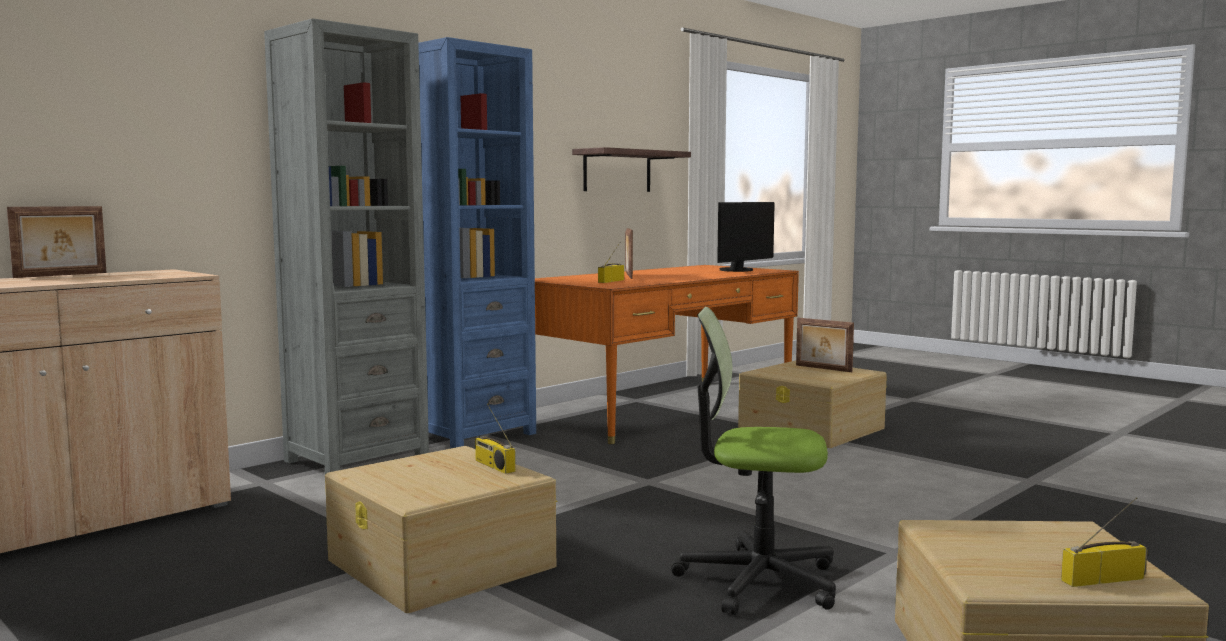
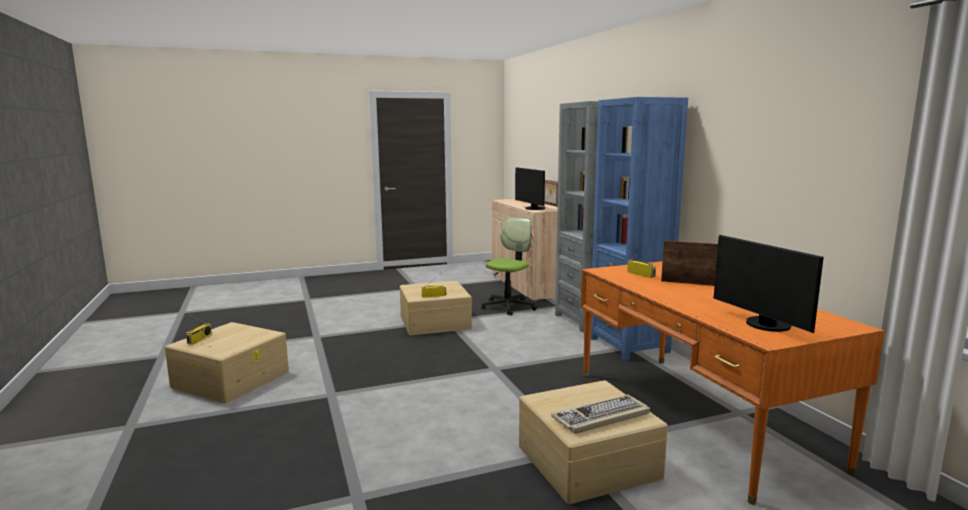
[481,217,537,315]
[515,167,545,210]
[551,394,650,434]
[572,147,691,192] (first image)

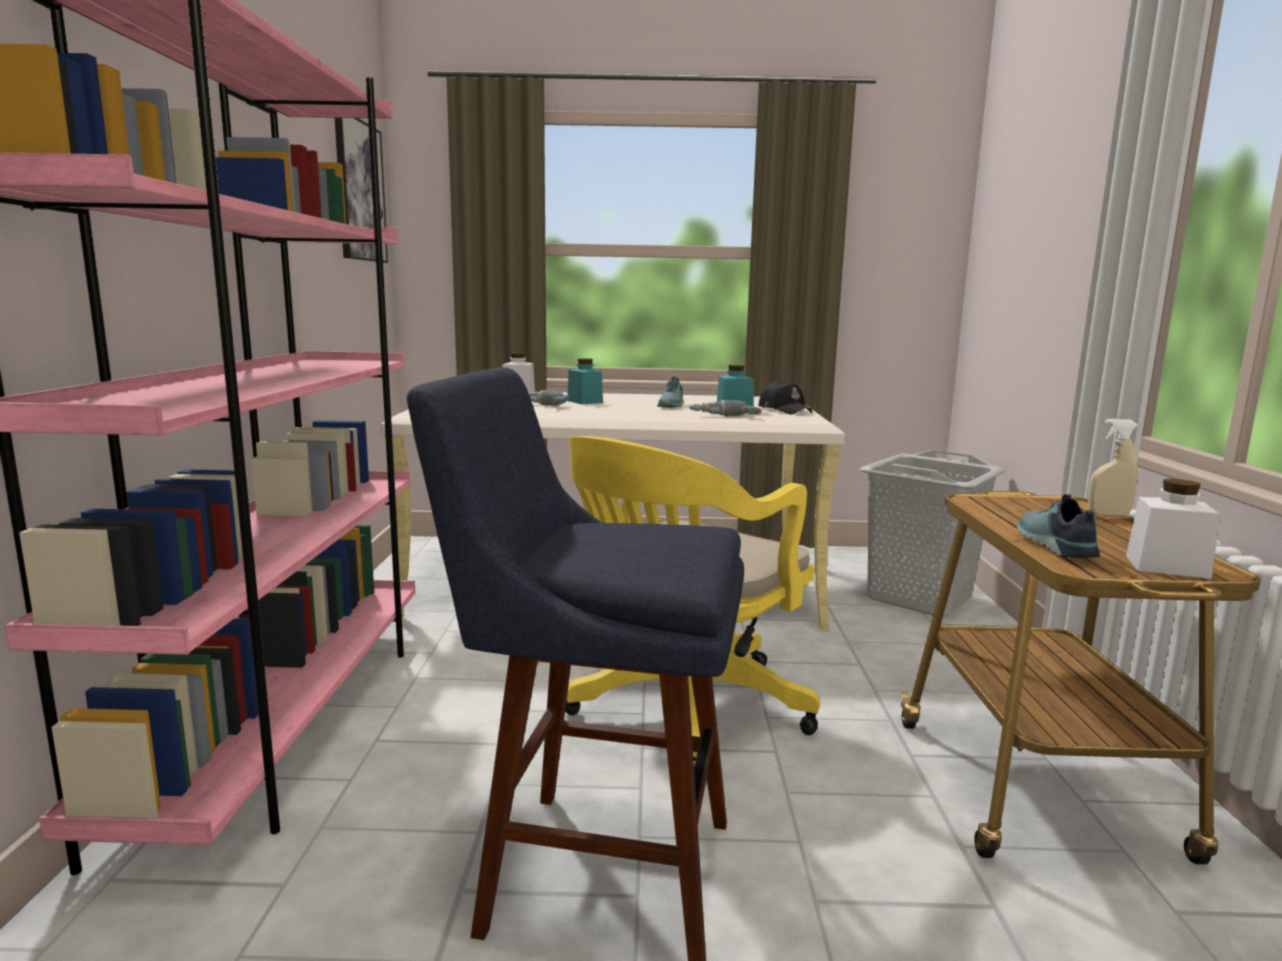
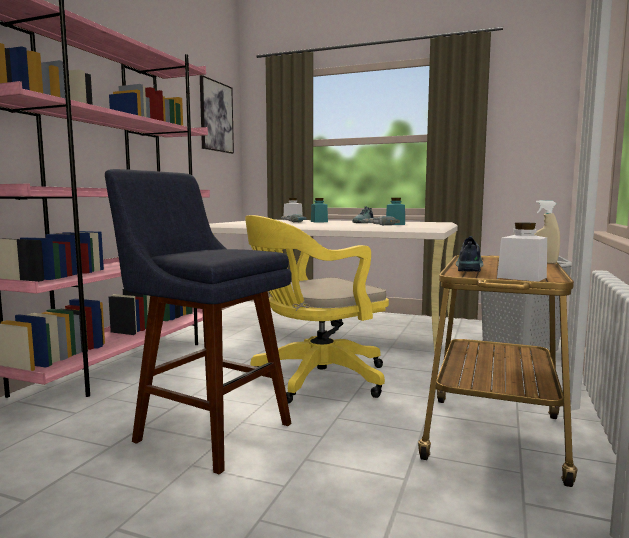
[758,380,812,415] (first image)

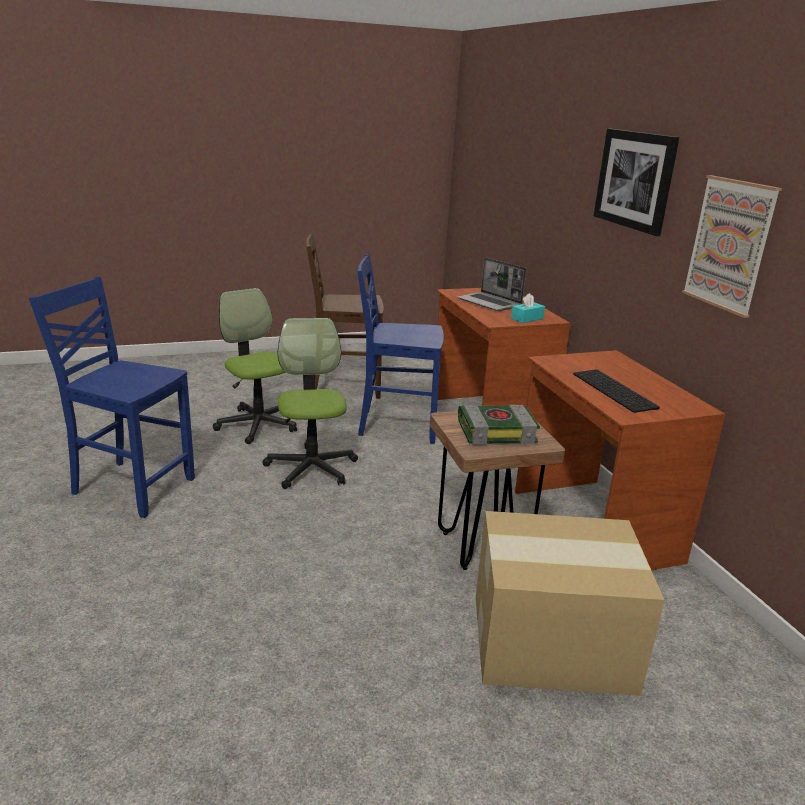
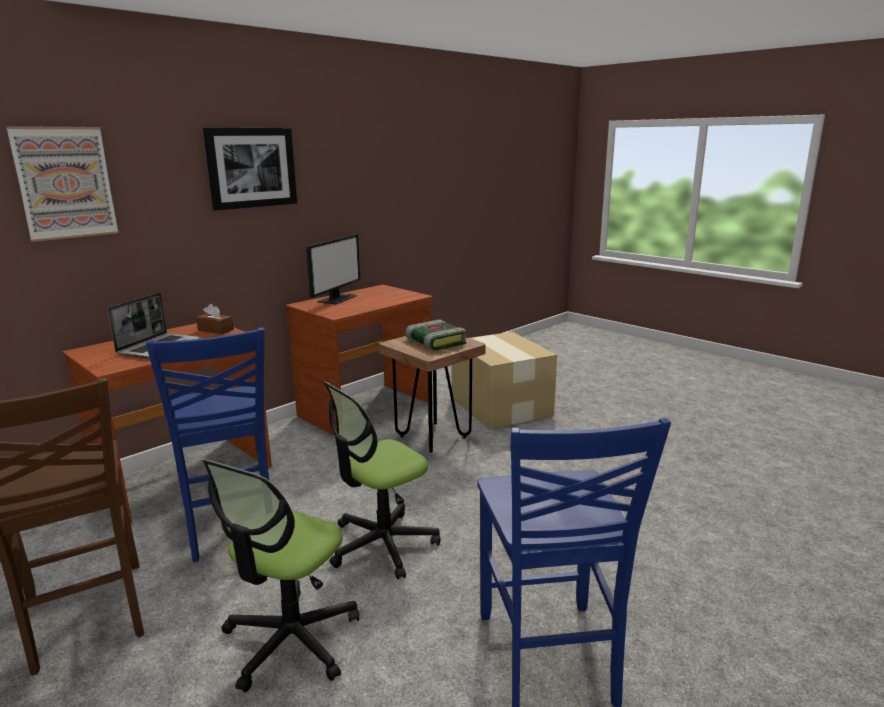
[6,126,119,242]
[196,304,234,334]
[306,234,360,304]
[573,369,660,413] (first image)

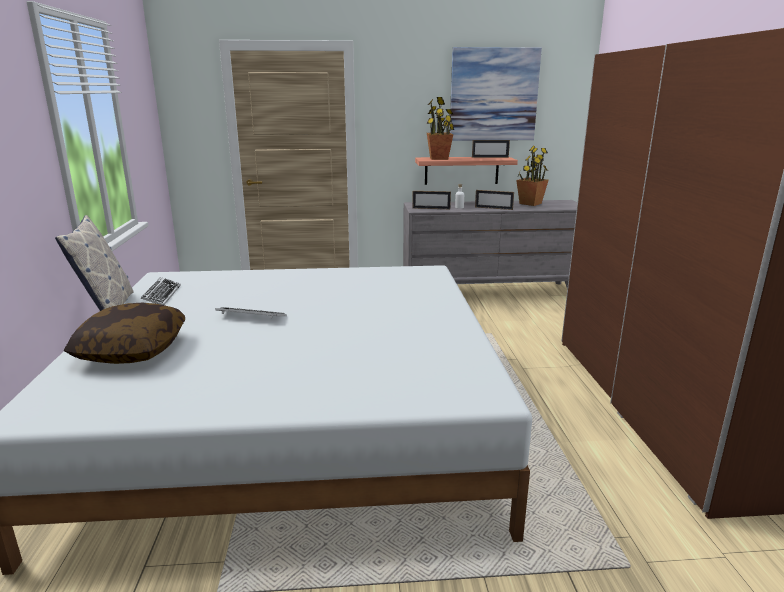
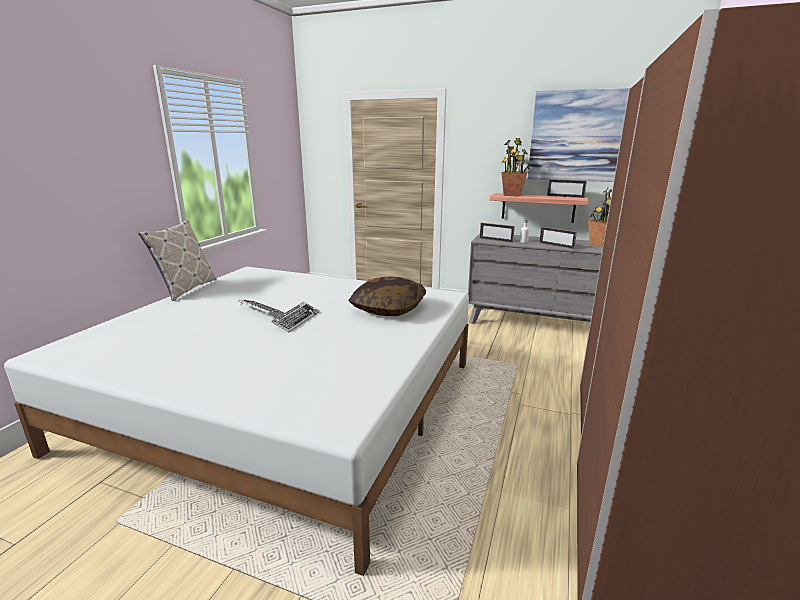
[271,302,319,332]
[348,276,426,316]

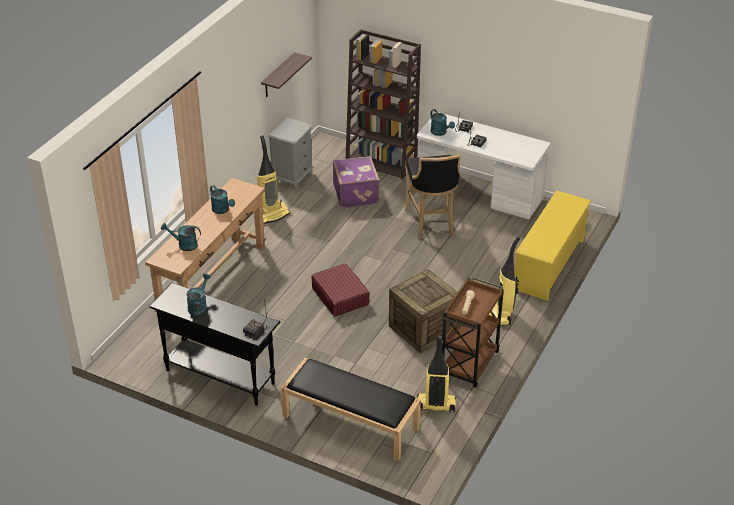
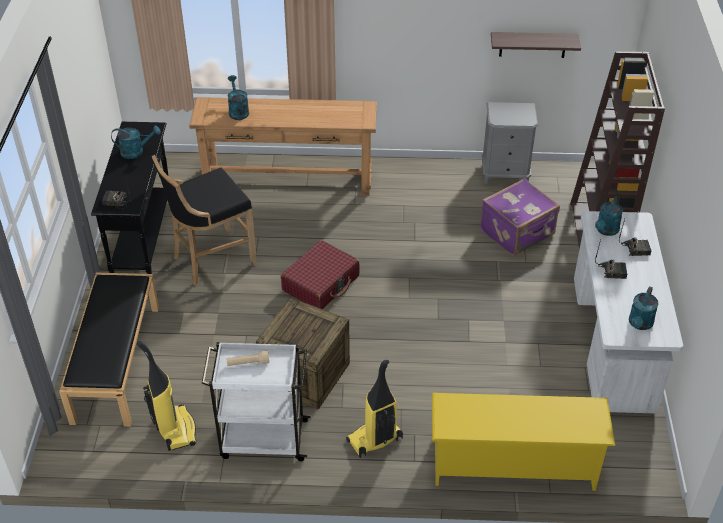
[152,155,258,285]
[202,342,311,461]
[629,286,659,330]
[257,135,291,224] (first image)

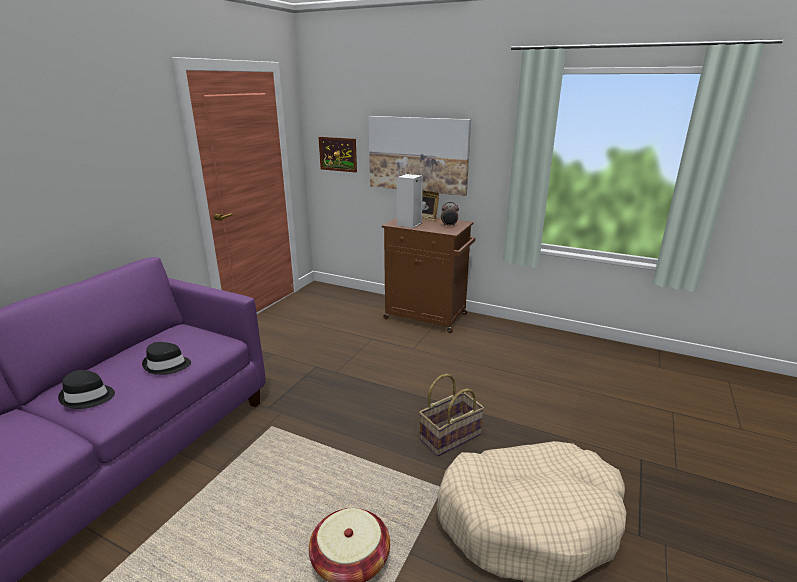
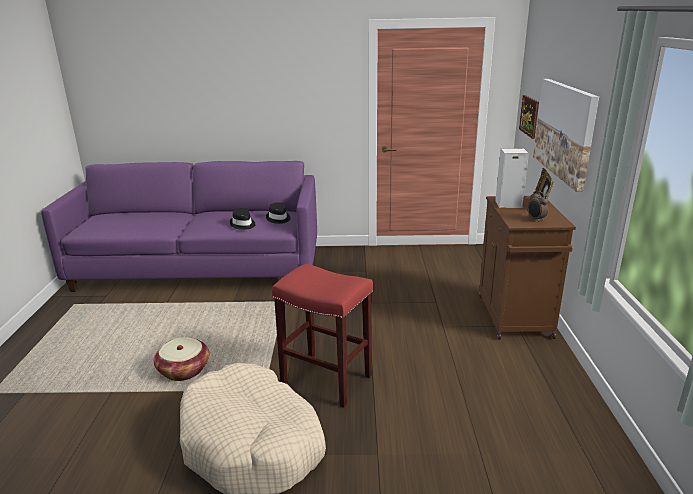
[266,202,291,224]
[272,263,373,408]

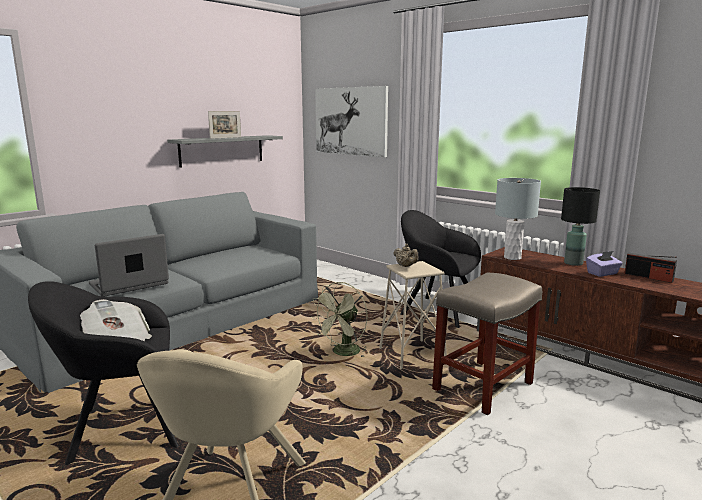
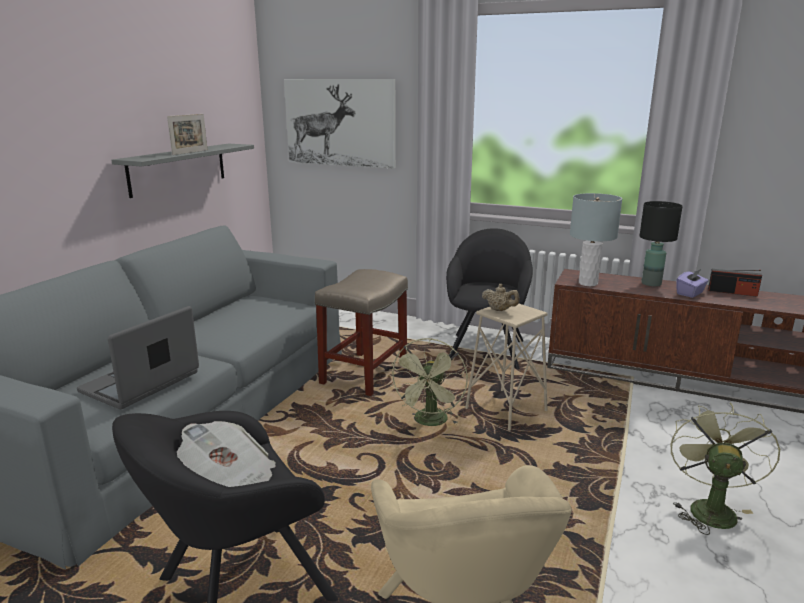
[315,269,408,396]
[446,228,533,369]
[671,403,781,535]

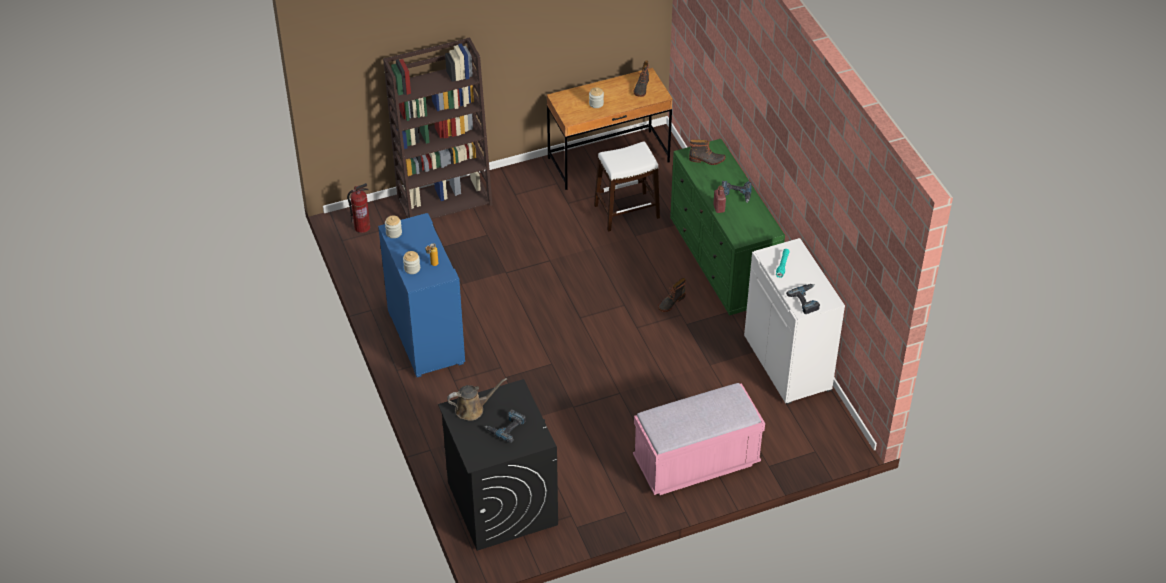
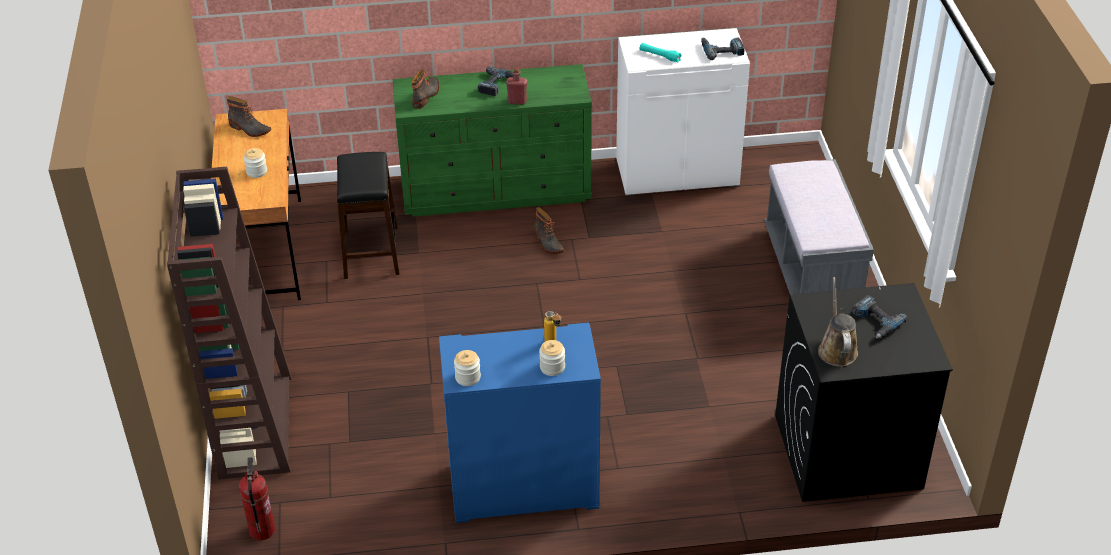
[337,152,399,279]
[764,159,874,294]

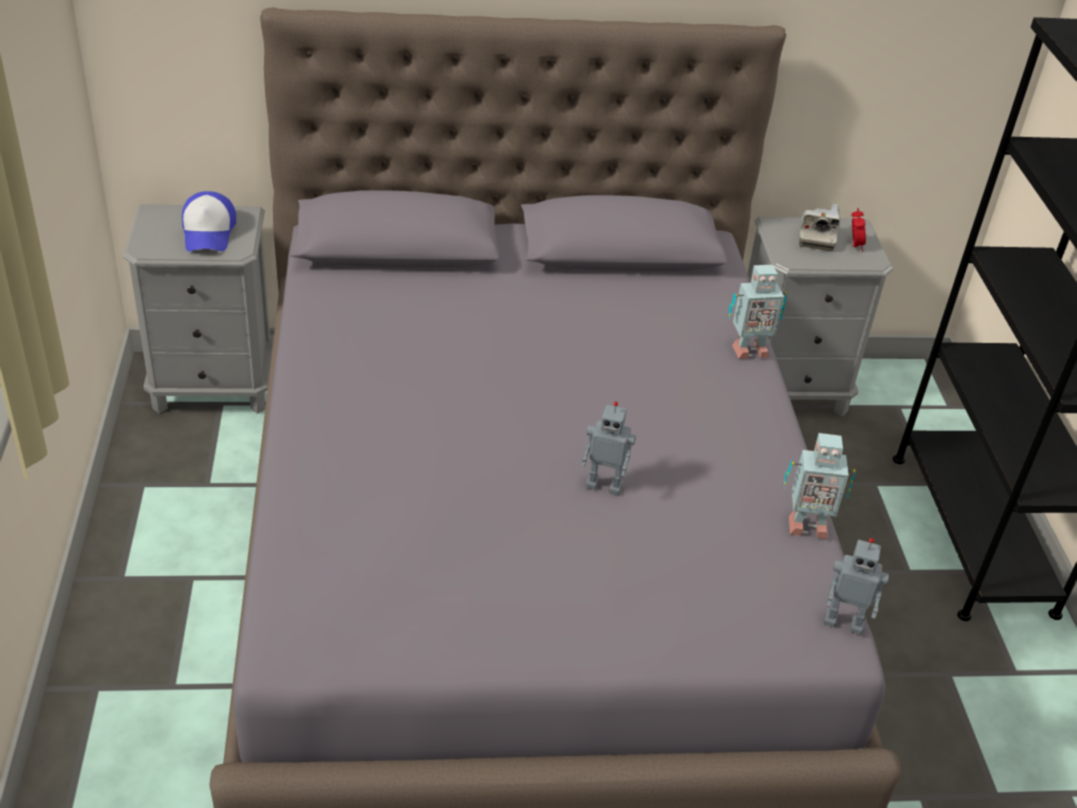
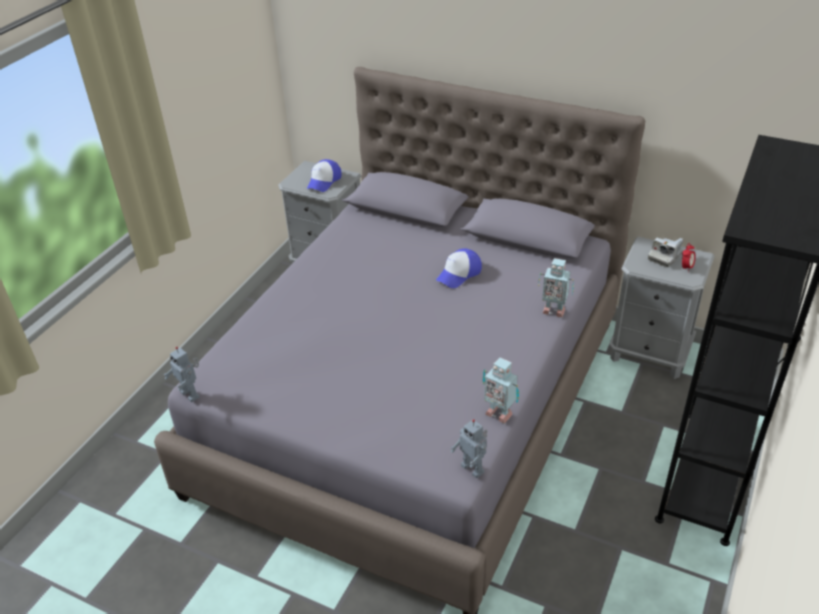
[164,347,200,402]
[436,248,482,288]

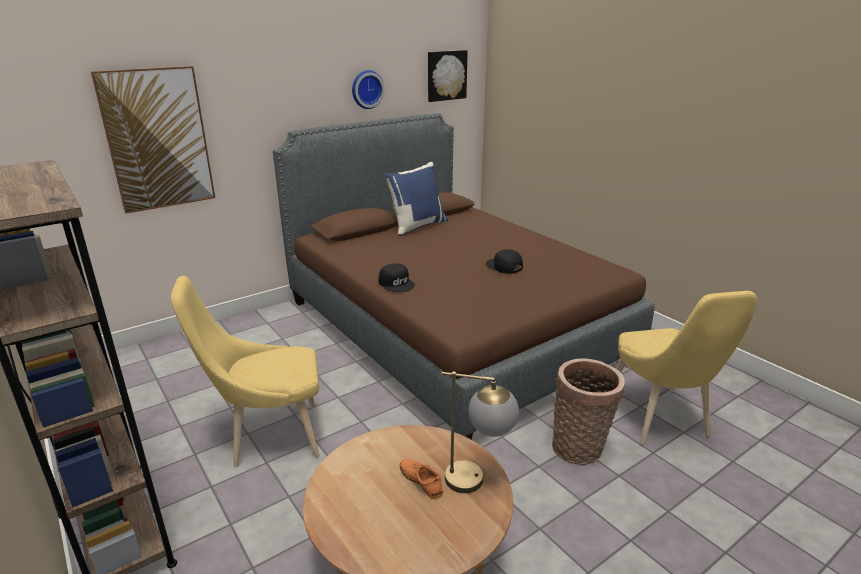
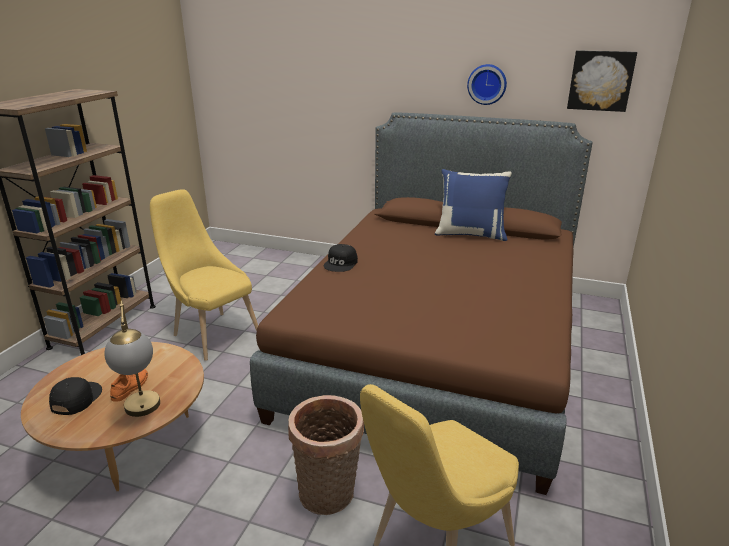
[49,377,102,415]
[91,66,215,214] (first image)

